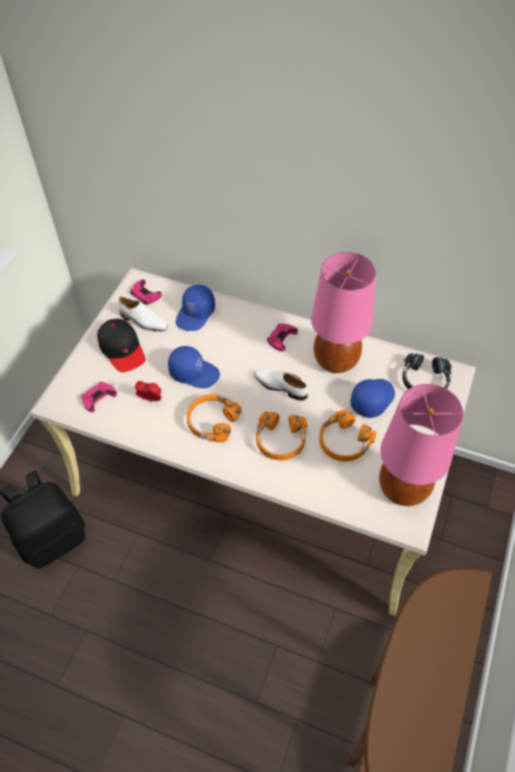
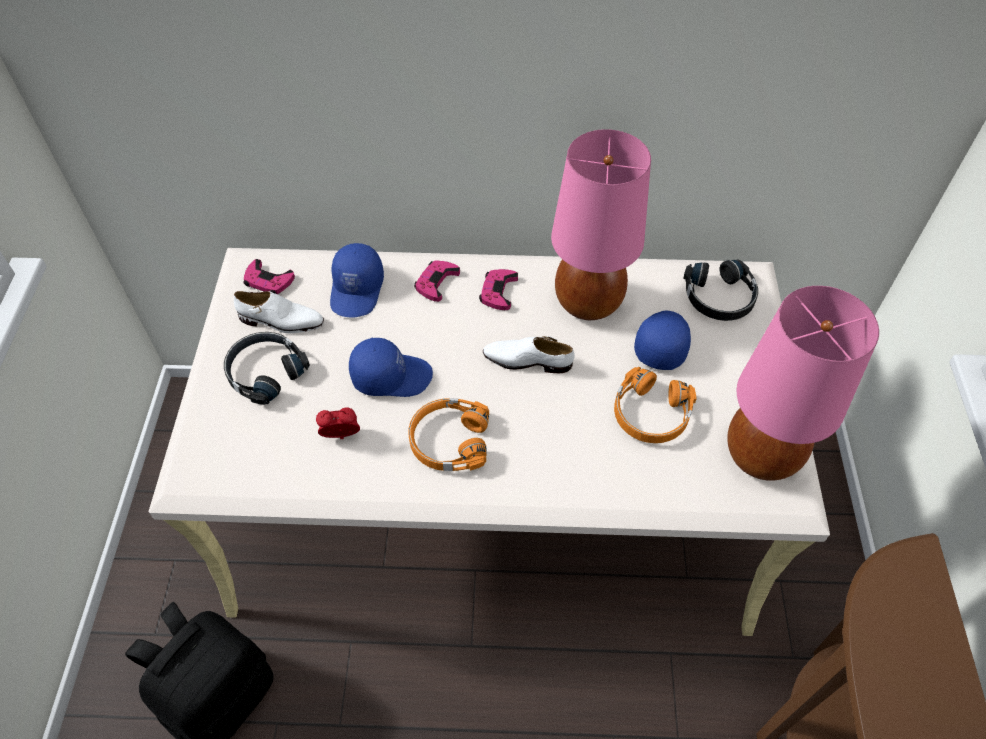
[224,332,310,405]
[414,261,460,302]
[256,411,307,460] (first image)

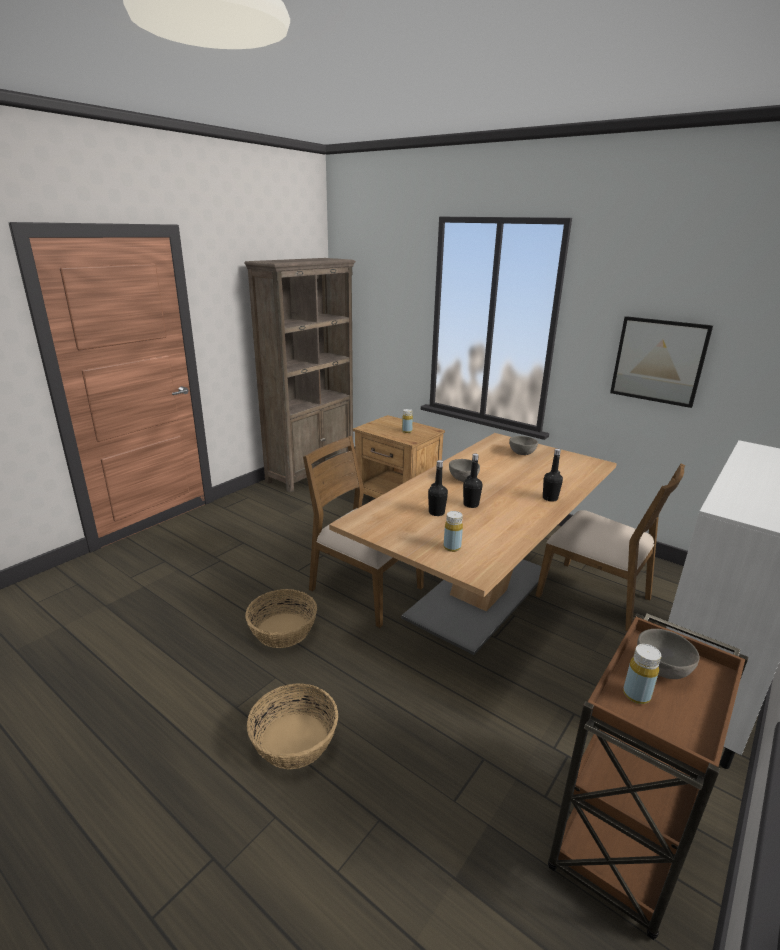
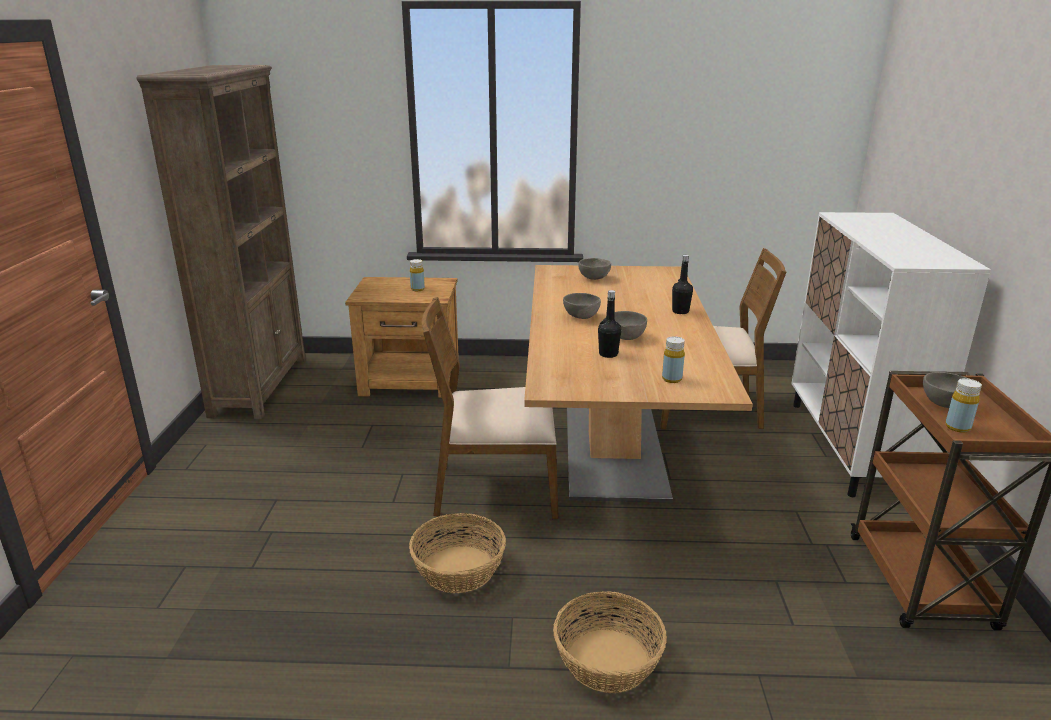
[614,311,647,340]
[610,316,713,408] (first image)

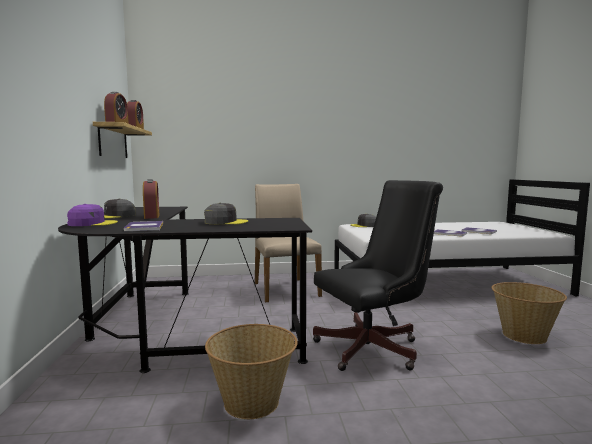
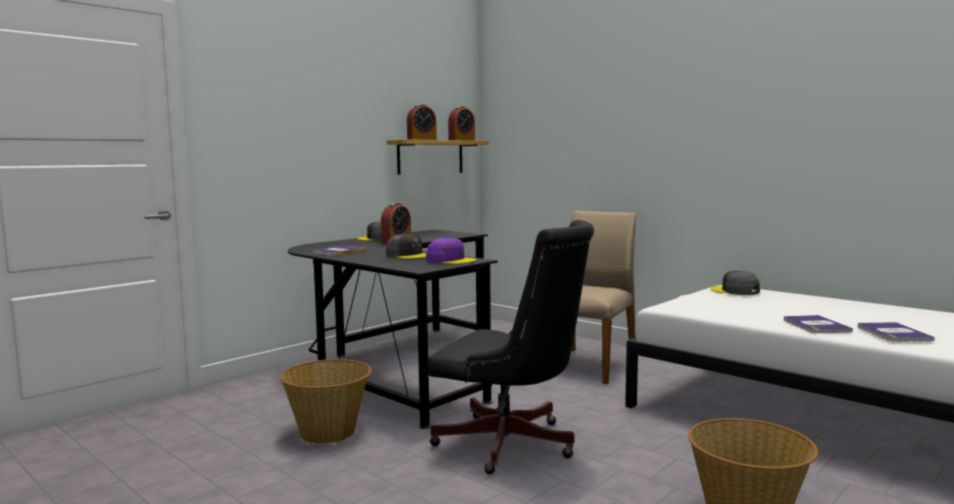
[426,237,477,264]

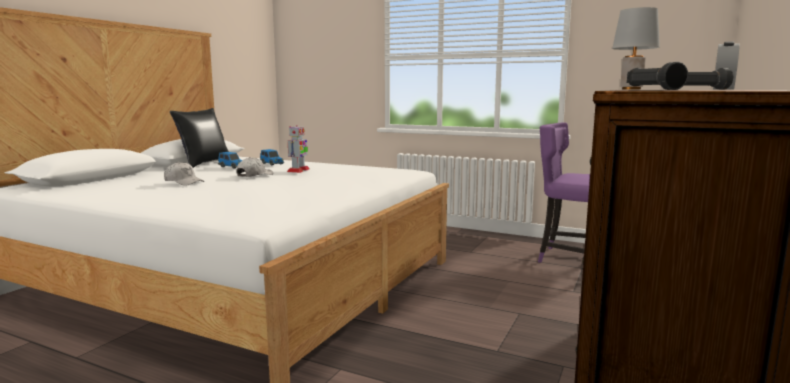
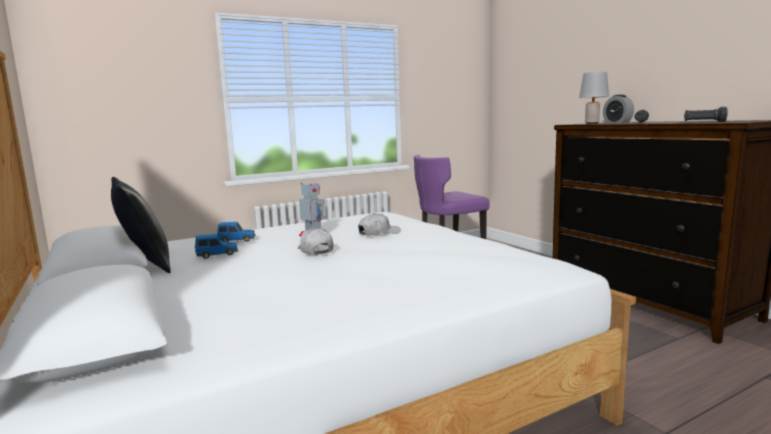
[358,213,401,235]

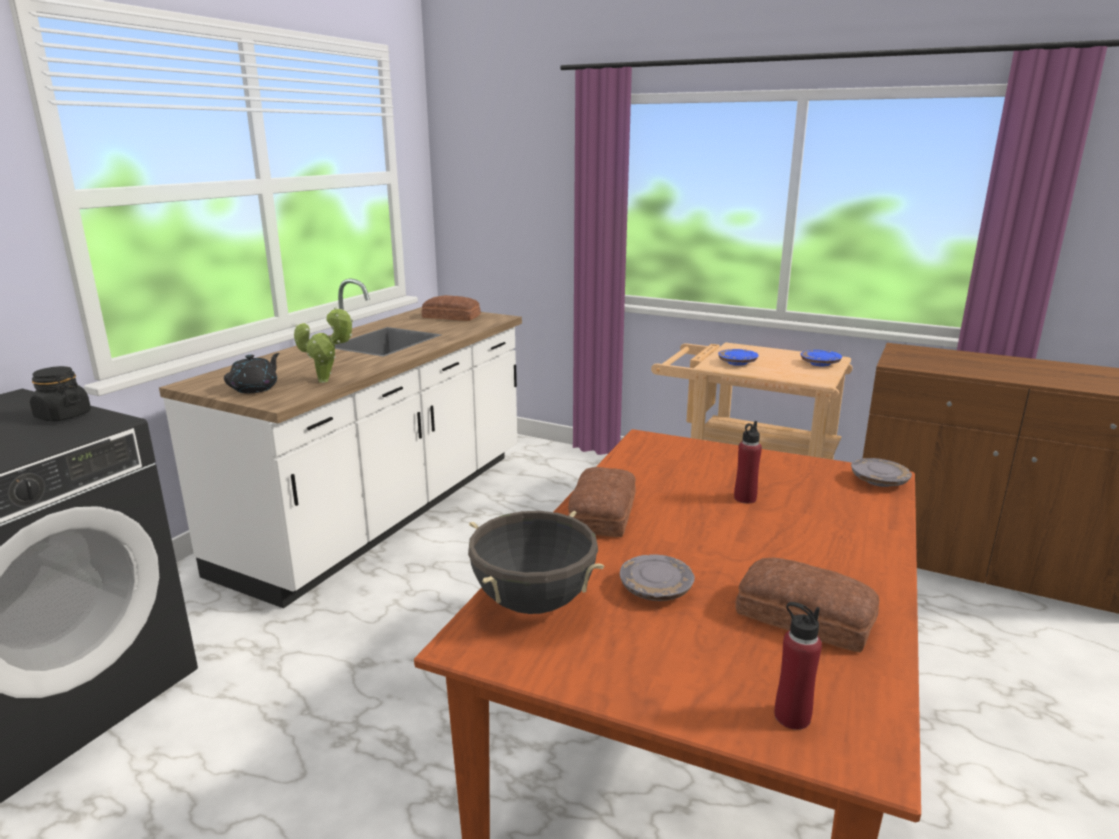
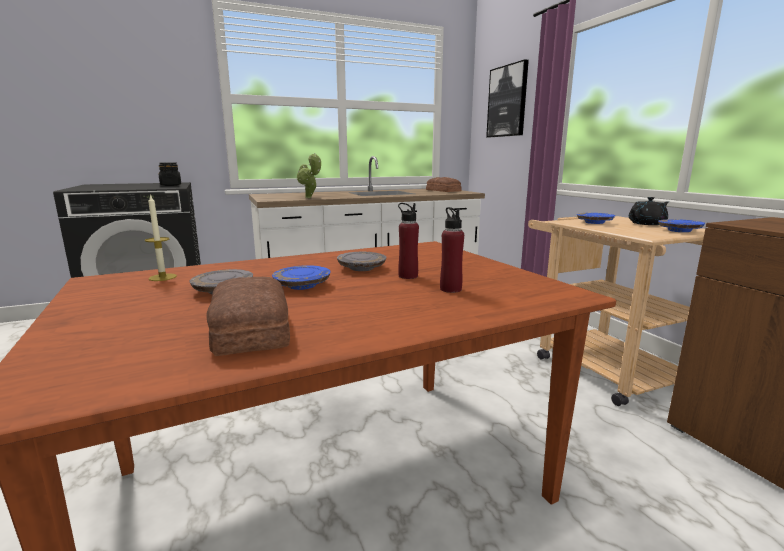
[145,194,177,281]
[272,265,331,290]
[337,252,386,271]
[440,207,464,293]
[486,59,529,137]
[629,197,669,225]
[568,467,636,537] (first image)

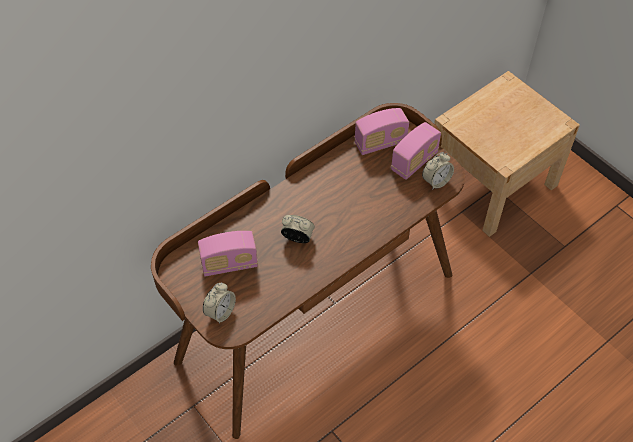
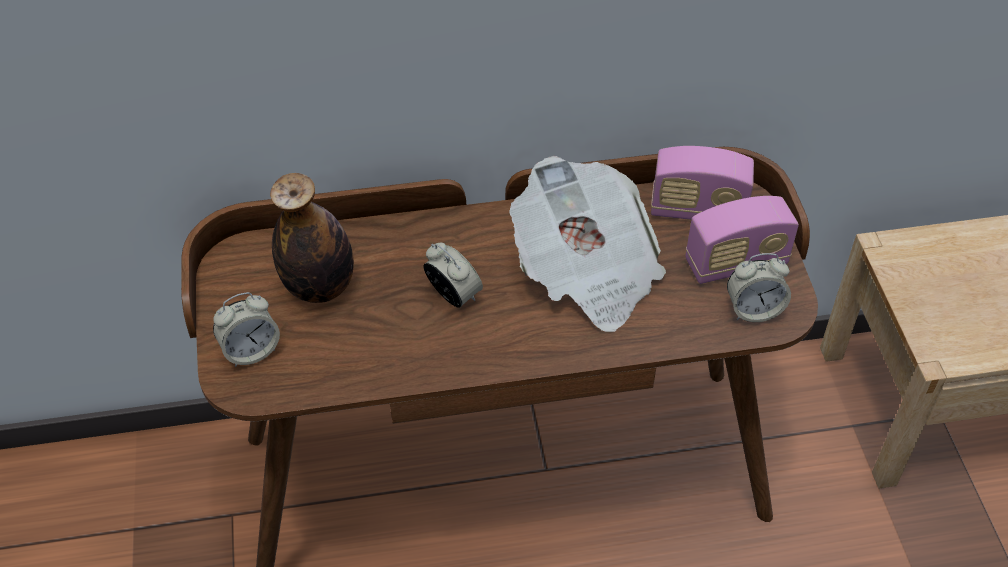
[270,173,354,303]
[509,156,666,332]

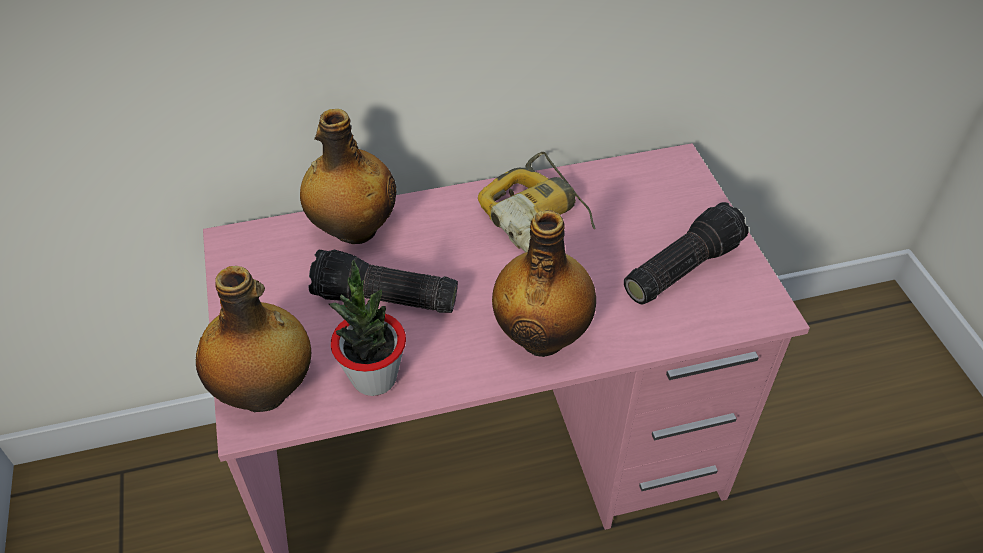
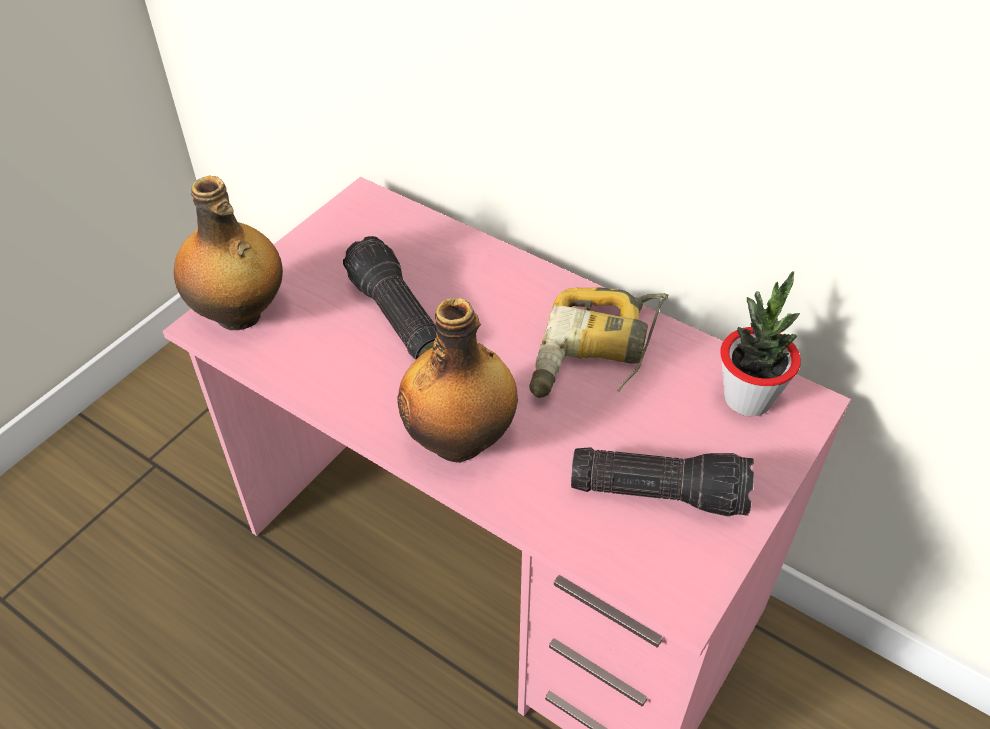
[720,271,801,417]
[300,109,397,244] (first image)

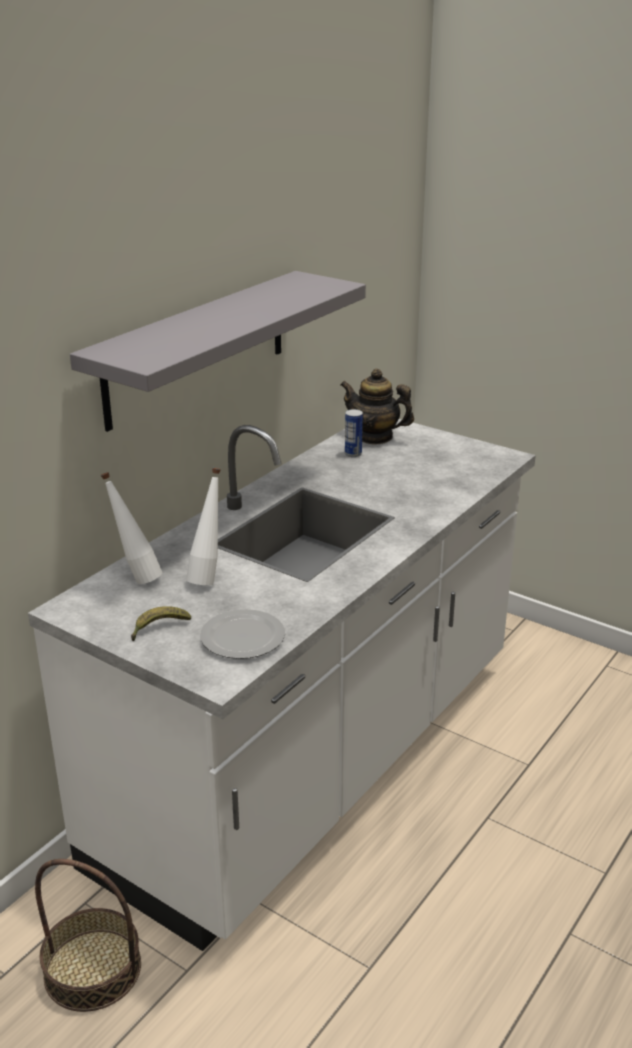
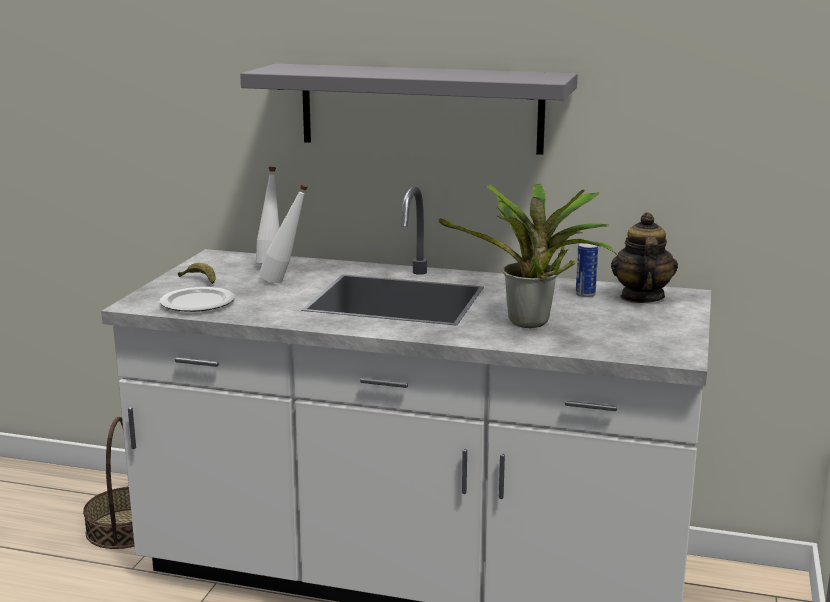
[439,184,617,328]

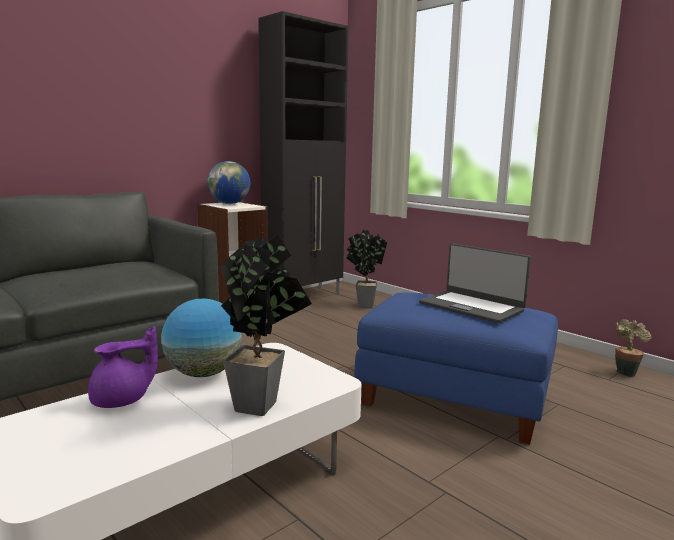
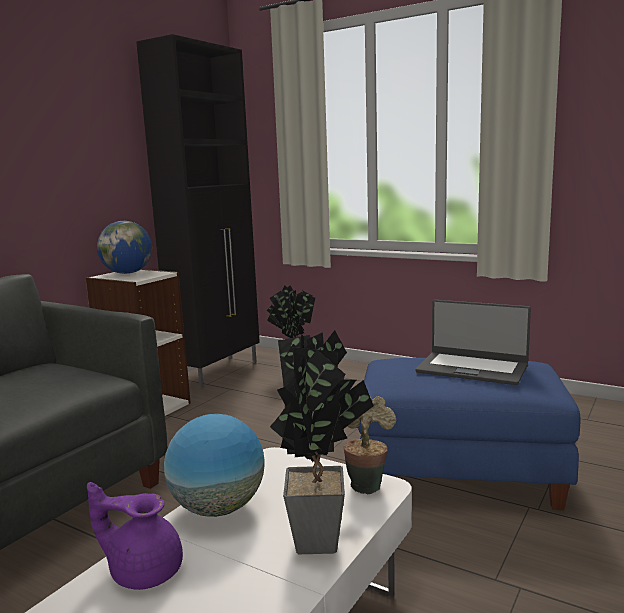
[87,482,183,590]
[343,394,396,494]

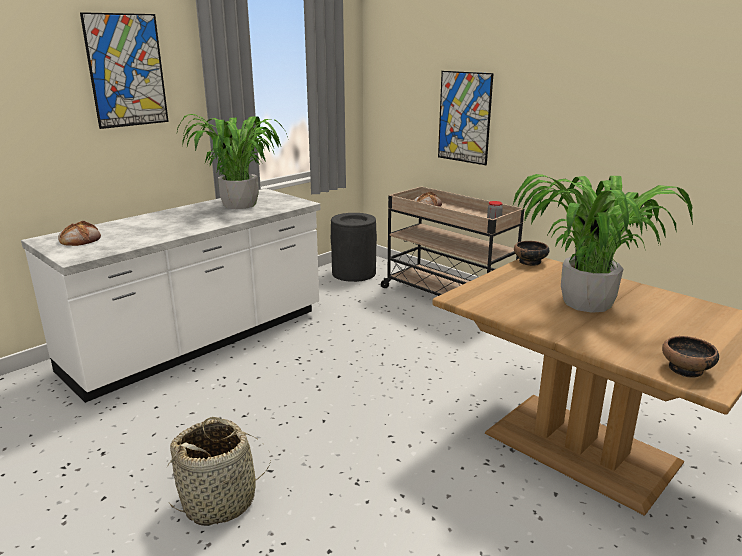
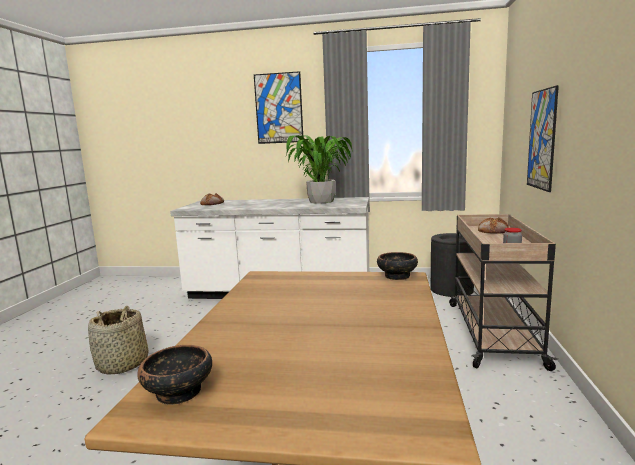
[513,174,693,313] (first image)

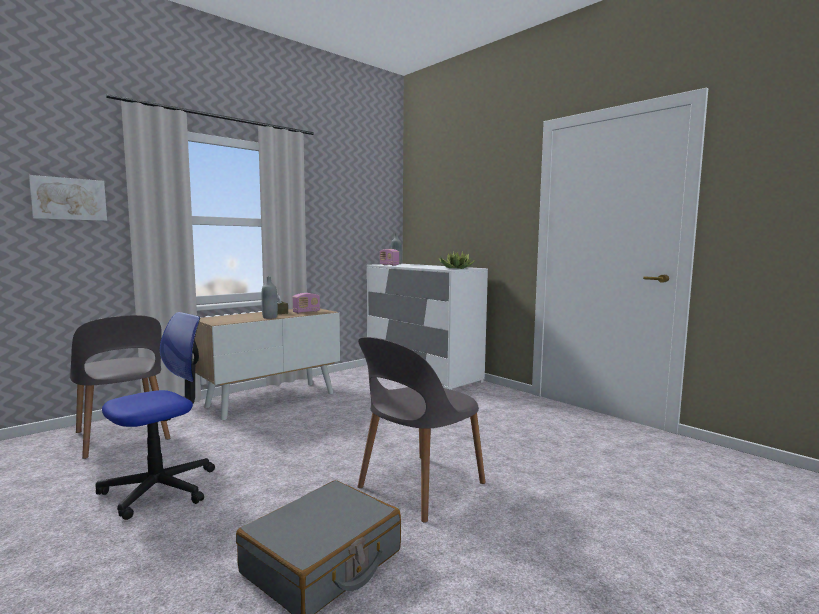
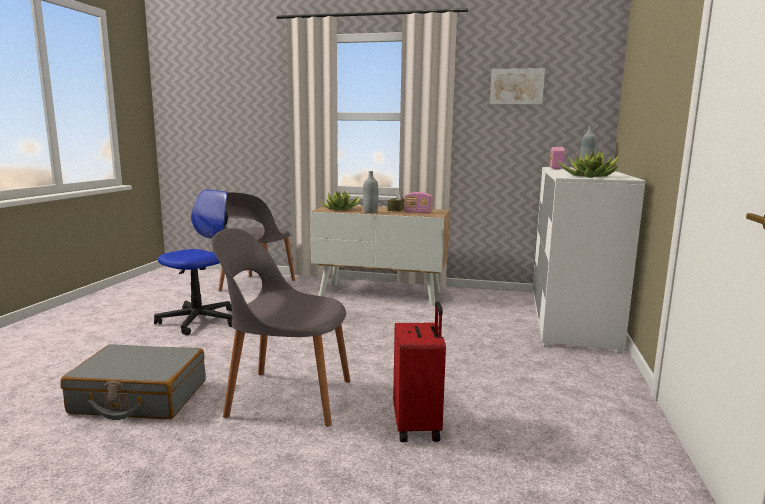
[154,189,232,335]
[319,190,361,210]
[393,301,446,442]
[490,68,545,105]

